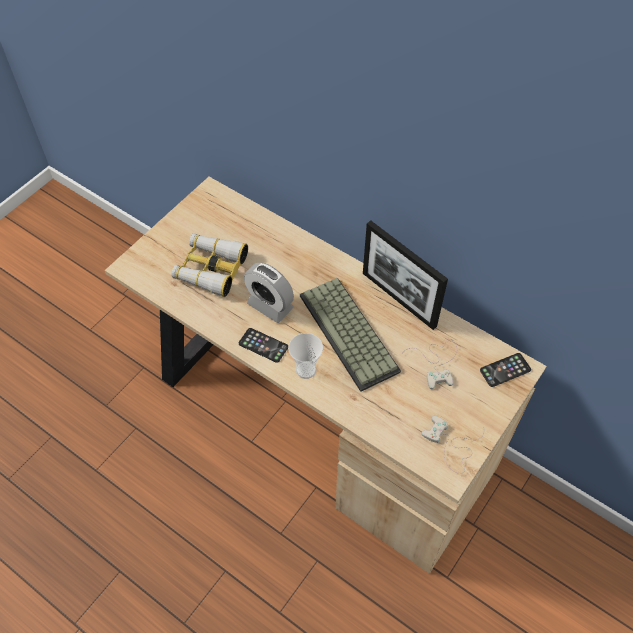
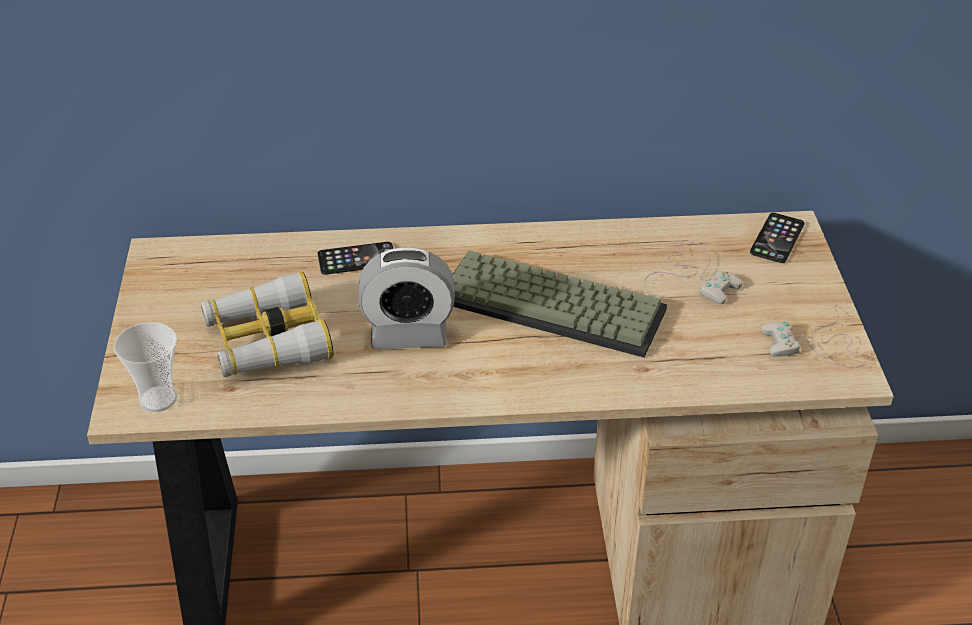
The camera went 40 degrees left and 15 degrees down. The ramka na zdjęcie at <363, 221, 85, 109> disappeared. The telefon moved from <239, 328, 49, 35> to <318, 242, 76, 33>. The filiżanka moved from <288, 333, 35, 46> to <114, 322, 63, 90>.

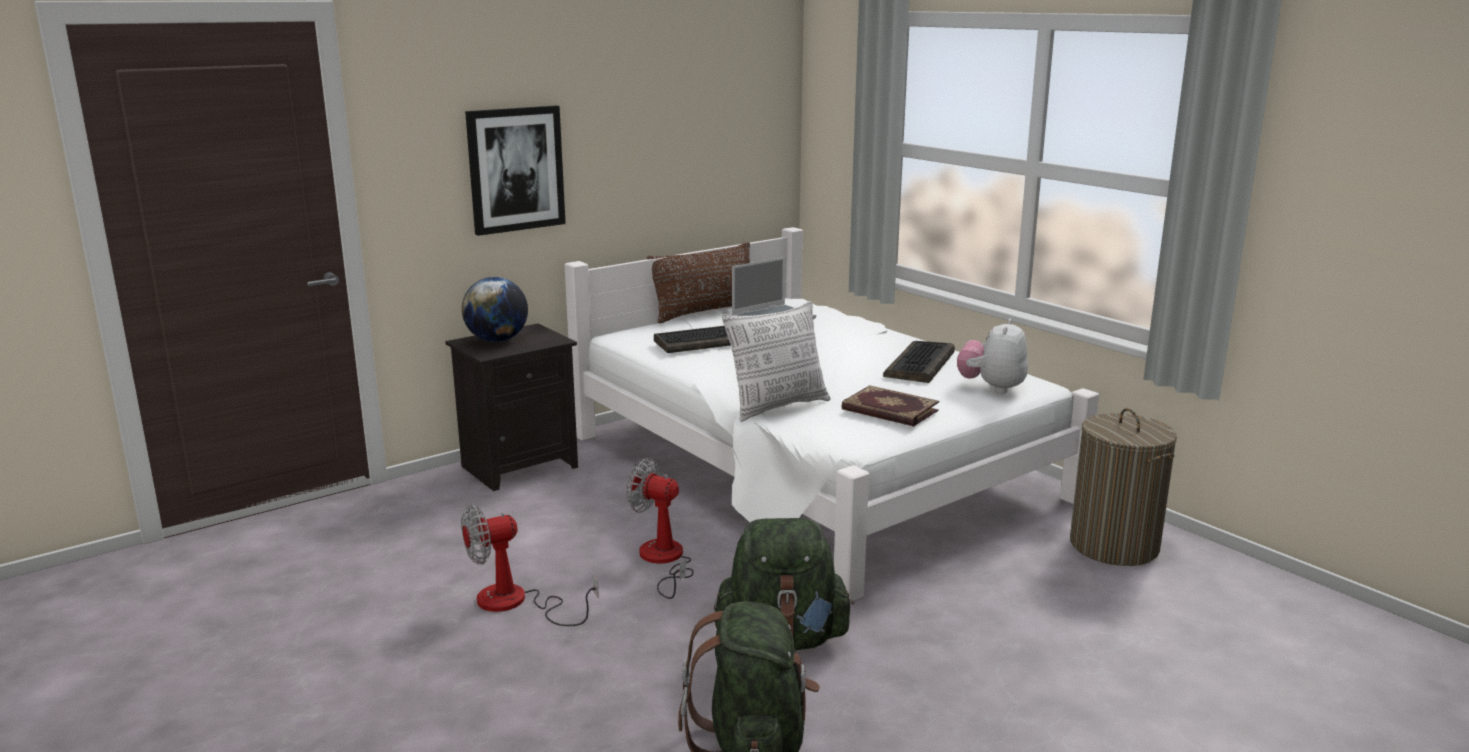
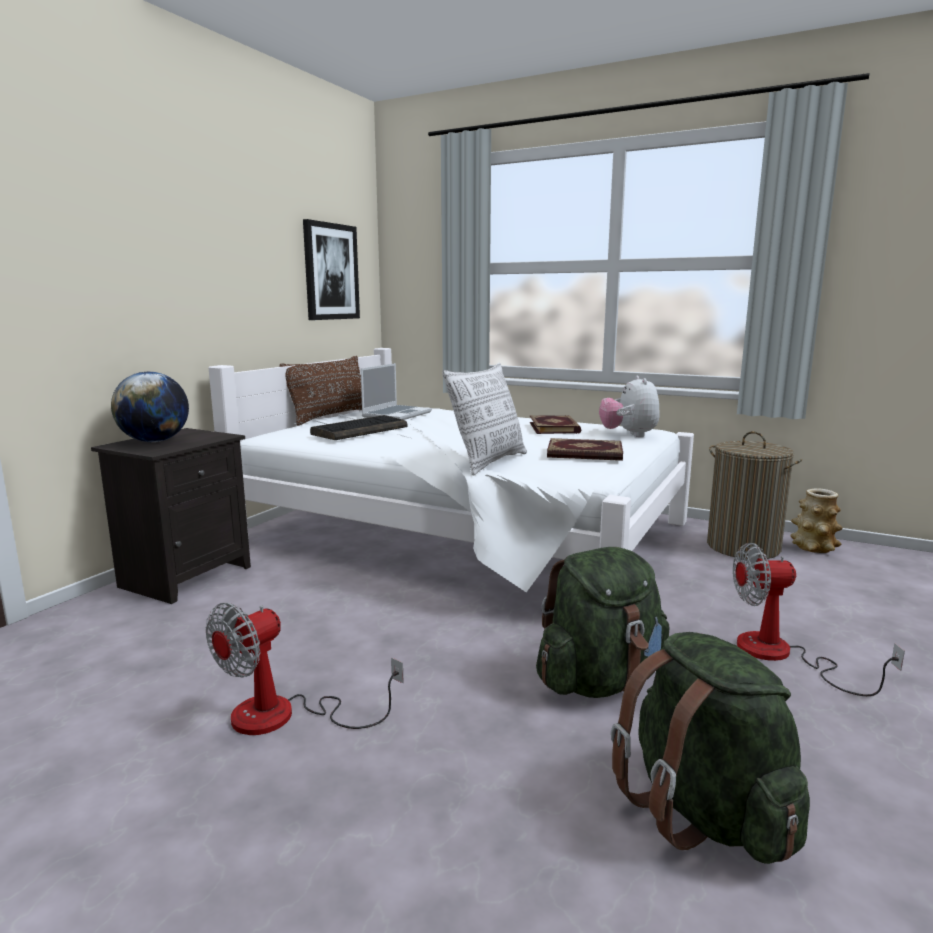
The camera went 25 degrees left and 5 degrees down. The wazon at <791, 489, 51, 64> appeared. The obraz moved from <465, 105, 101, 131> to <303, 219, 57, 101>. The wentylator moved from <626, 458, 68, 141> to <733, 543, 172, 153>. The klawiatura at <883, 341, 72, 42> was replaced by the książka at <530, 415, 51, 19>.

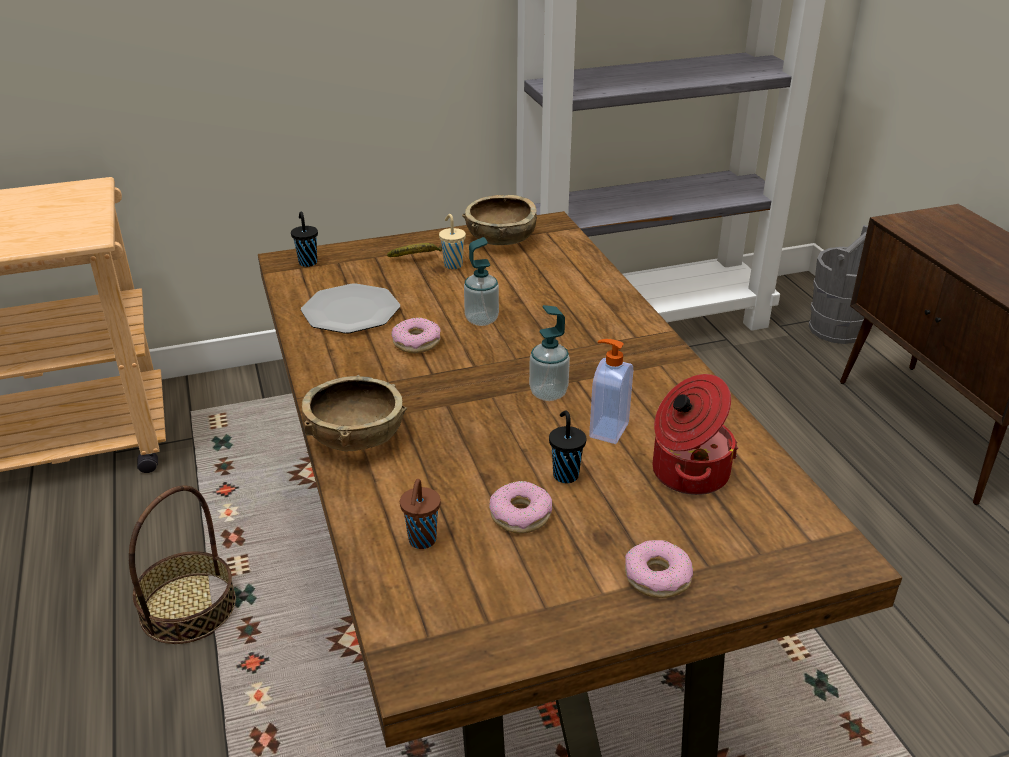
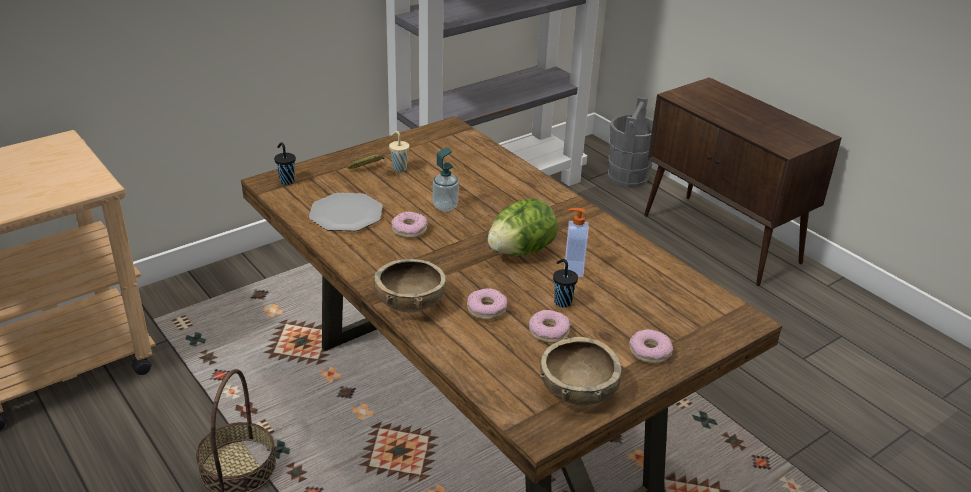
The camera went 20 degrees left and 0 degrees up. The filiżanka/brązowy at <400, 479, 41, 70> disappeared. The garnek at <653, 374, 85, 121> disappeared. The donut at <467, 288, 40, 32> appeared. The miska/brązowy moved from <462, 195, 75, 50> to <540, 337, 81, 69>. The dozownik mydła at <529, 305, 41, 96> was replaced by the sałata at <488, 199, 70, 57>.

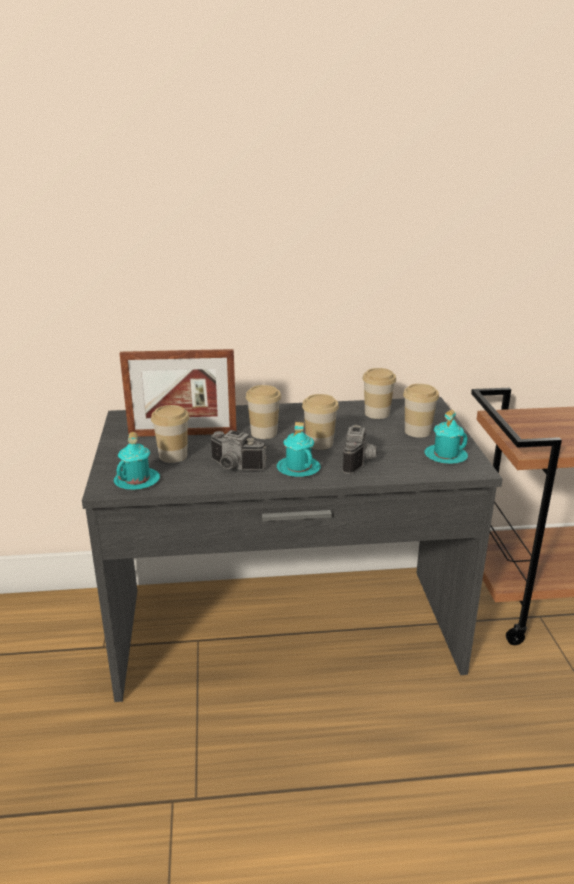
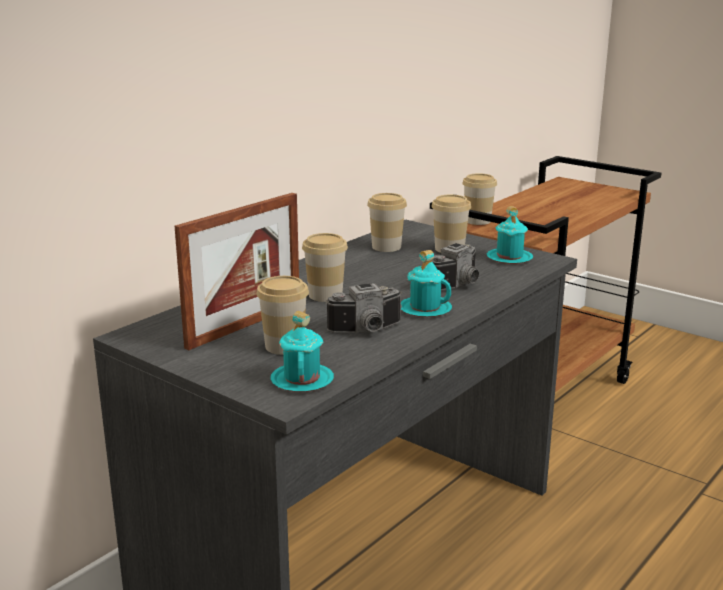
The camera went 45 degrees left and 5 degrees down. The filiżanka moved from <302, 394, 37, 56> to <462, 173, 35, 52>. The aparat fotograficzny at <342, 425, 35, 49> turned 75 degrees clockwise.

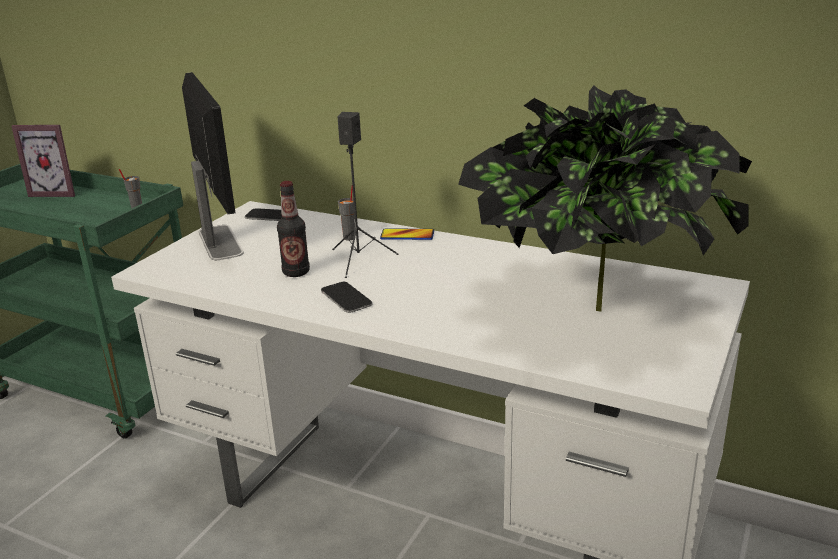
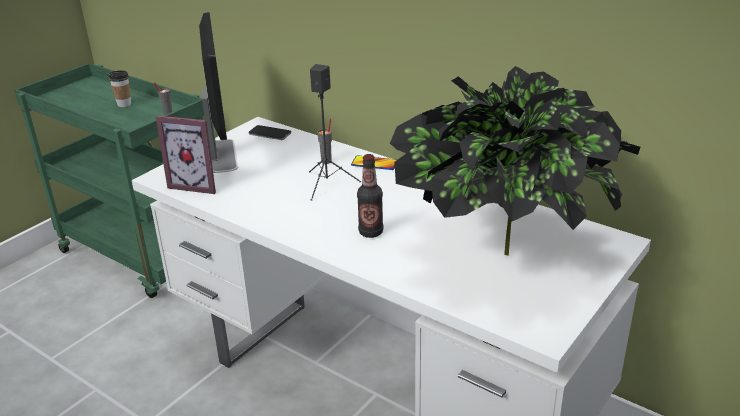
The camera went 10 degrees right and 5 degrees up. The telefon at <321, 282, 52, 31> disappeared. The filiżanka at <109, 70, 22, 37> appeared. The ramka na zdjęcie moved from <11, 125, 64, 72> to <156, 115, 60, 79>. The butelka moved from <277, 181, 33, 96> to <357, 154, 26, 84>.

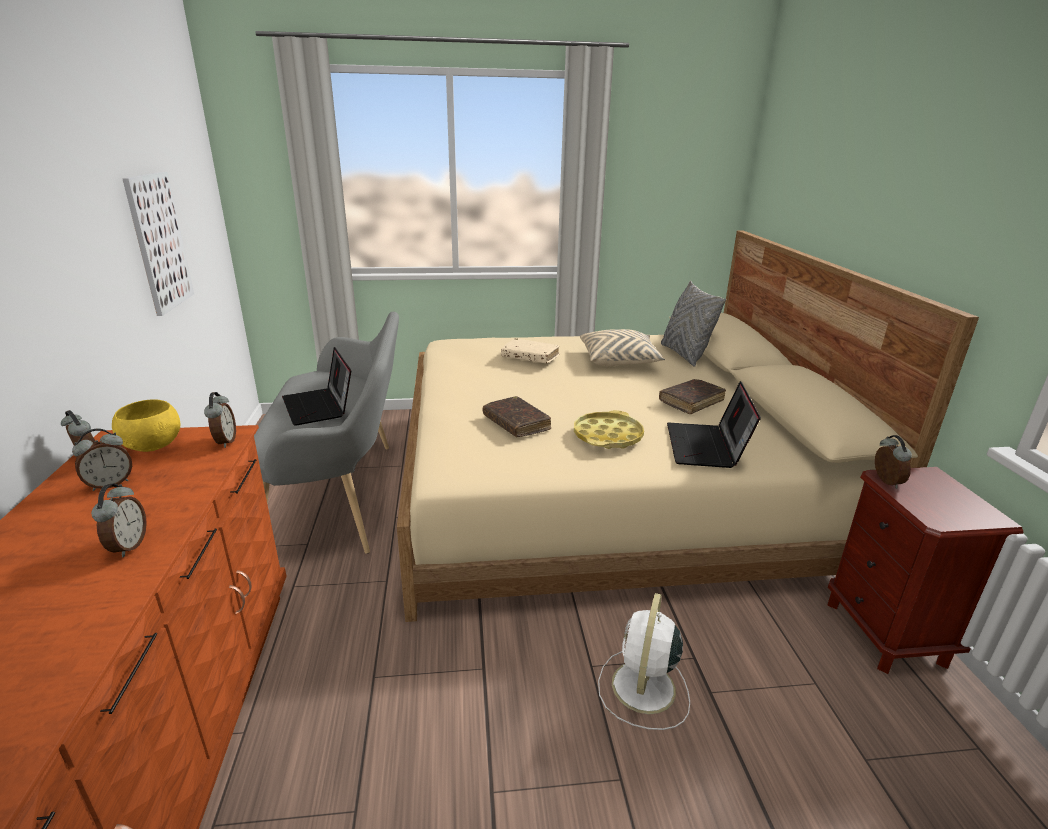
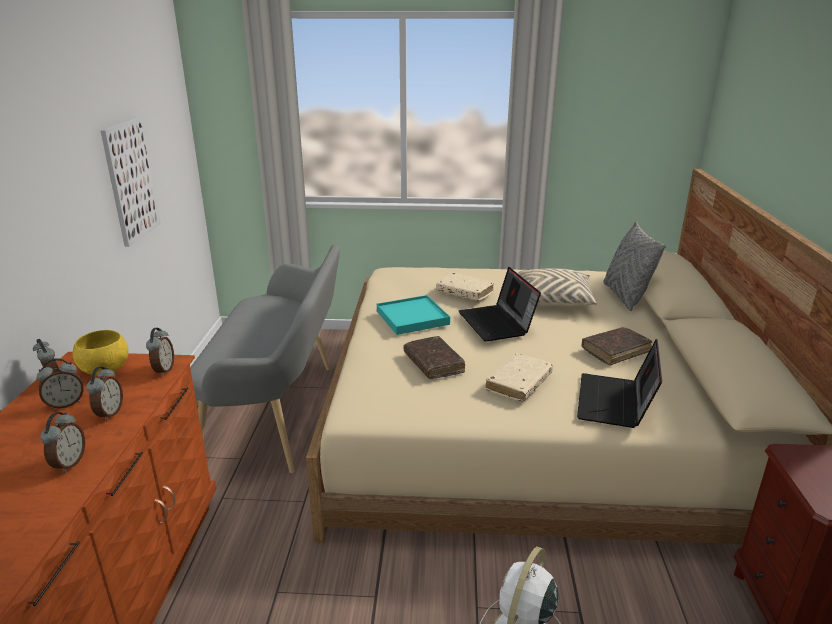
The camera went 10 degrees right and 0 degrees up. The taca/turkusowy at <377, 295, 73, 40> appeared. The laptop moved from <282, 347, 69, 79> to <459, 267, 82, 74>. The budzik moved from <875, 435, 37, 54> to <86, 367, 37, 54>. The taca/żółty at <574, 410, 70, 39> was replaced by the książka/beżowy at <486, 353, 67, 49>.

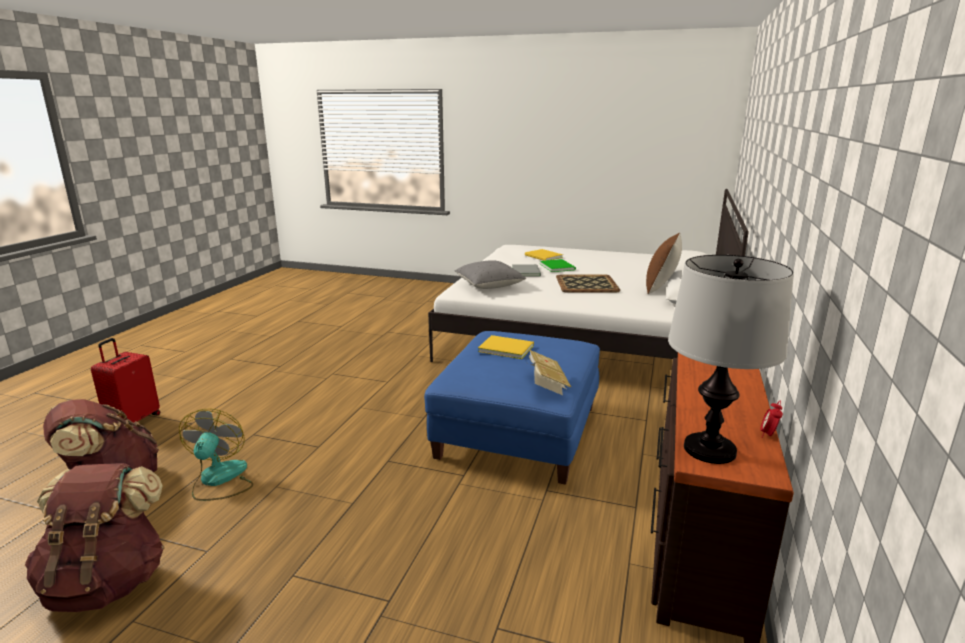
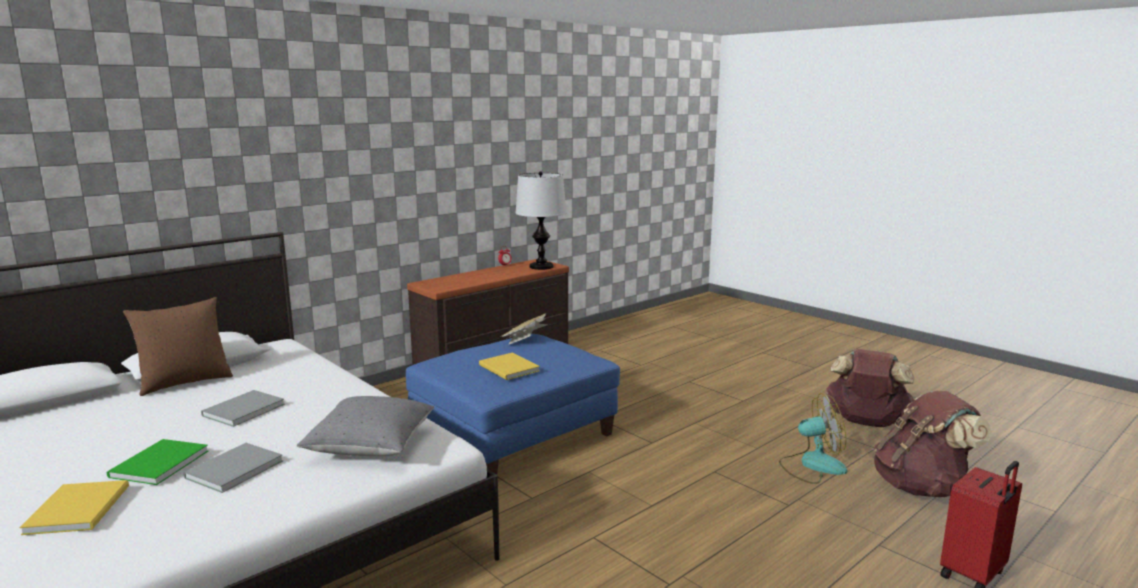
The camera went 150 degrees left and 5 degrees down. The taca at <556, 274, 64, 19> was replaced by the książka/szary at <201, 390, 84, 37>. The wentylator at <179, 408, 74, 93> turned 120 degrees counterclockwise.

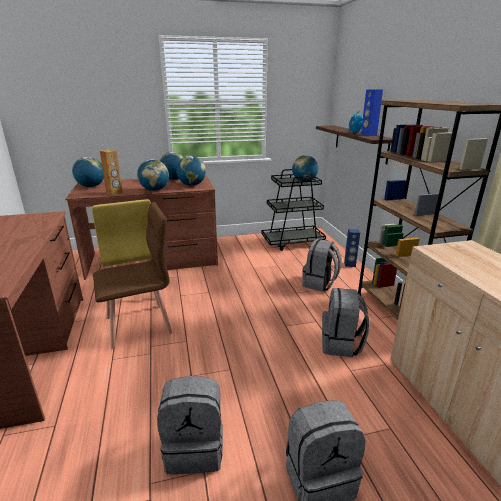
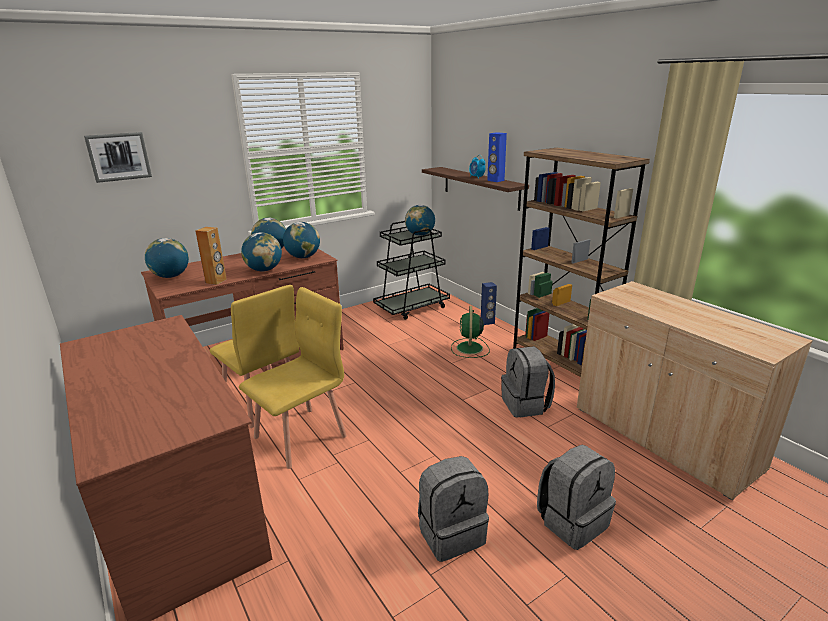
The camera went 20 degrees left and 0 degrees up. The obraz at <84, 132, 68, 51> appeared. The plecak/szary at <302, 239, 39, 53> was replaced by the wentylator/zielony at <451, 306, 39, 52>. The krzesło/brązowy at <93, 202, 79, 147> became the krzesło/żółty at <239, 287, 108, 182>.

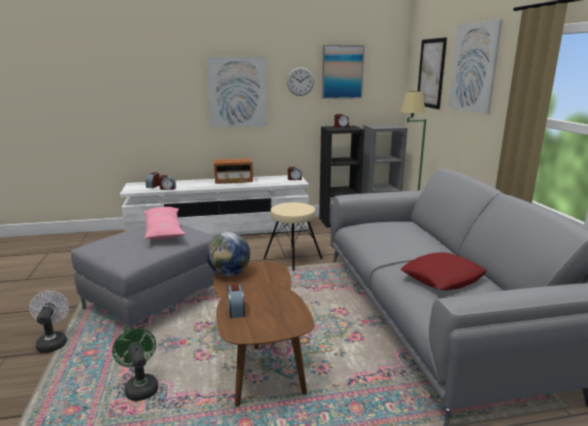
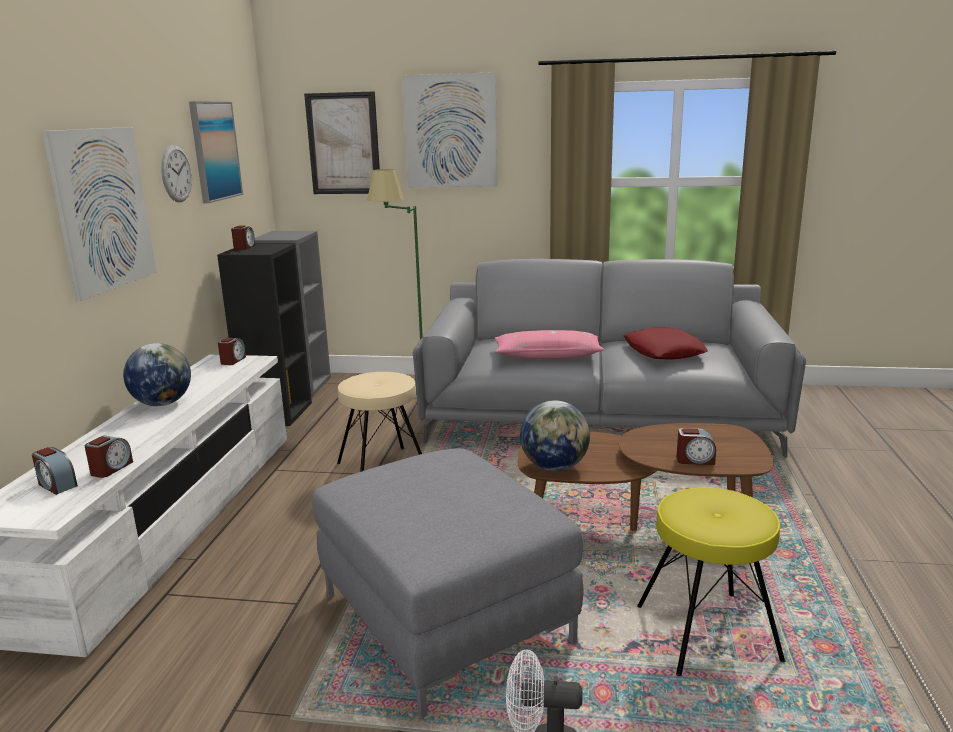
The camera went 70 degrees left and 0 degrees up. The poduszka/różowy moved from <143, 207, 42, 33> to <495, 330, 110, 29>. The wentylator/zielony at <112, 328, 46, 73> was replaced by the stołek/żółty at <637, 488, 148, 188>. The radio at <214, 158, 39, 26> was replaced by the globus at <123, 343, 68, 63>.

